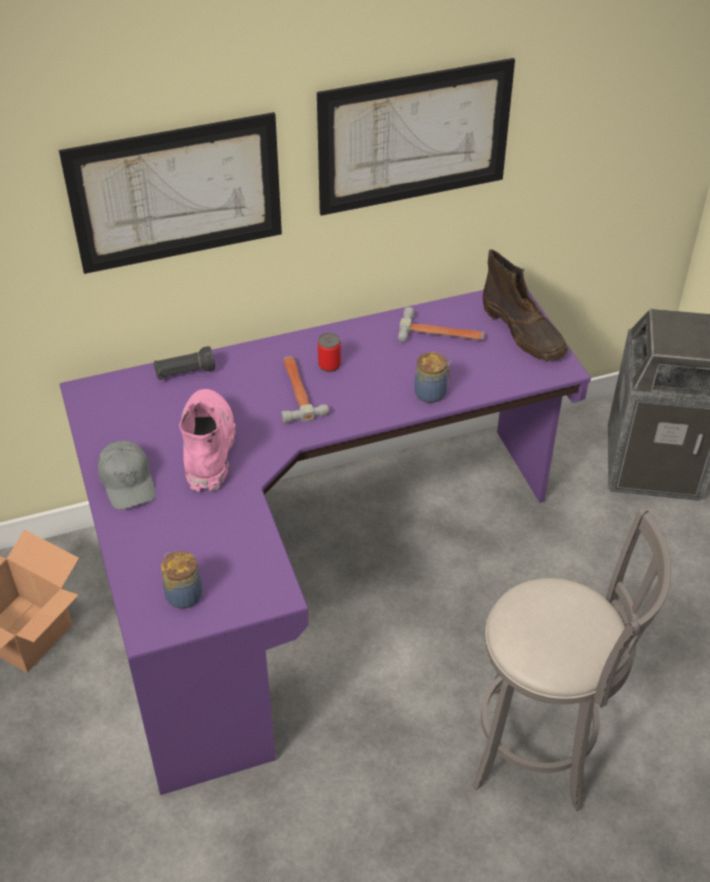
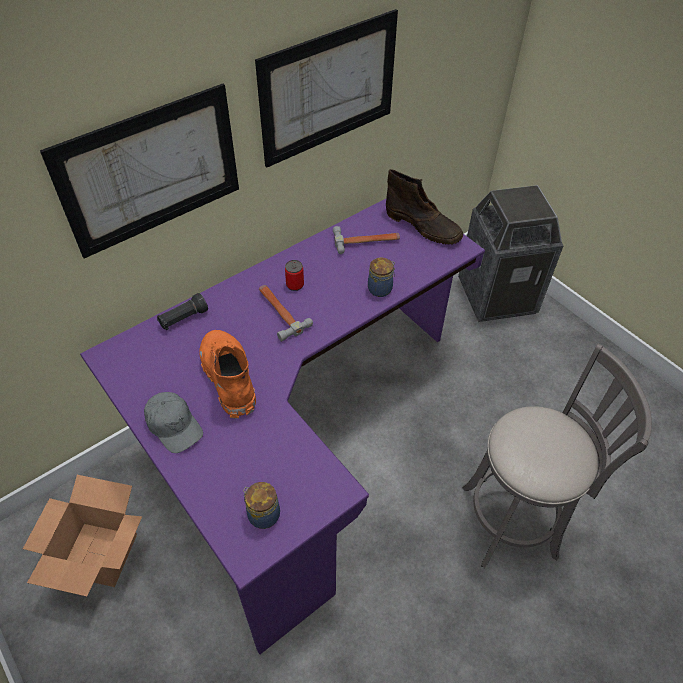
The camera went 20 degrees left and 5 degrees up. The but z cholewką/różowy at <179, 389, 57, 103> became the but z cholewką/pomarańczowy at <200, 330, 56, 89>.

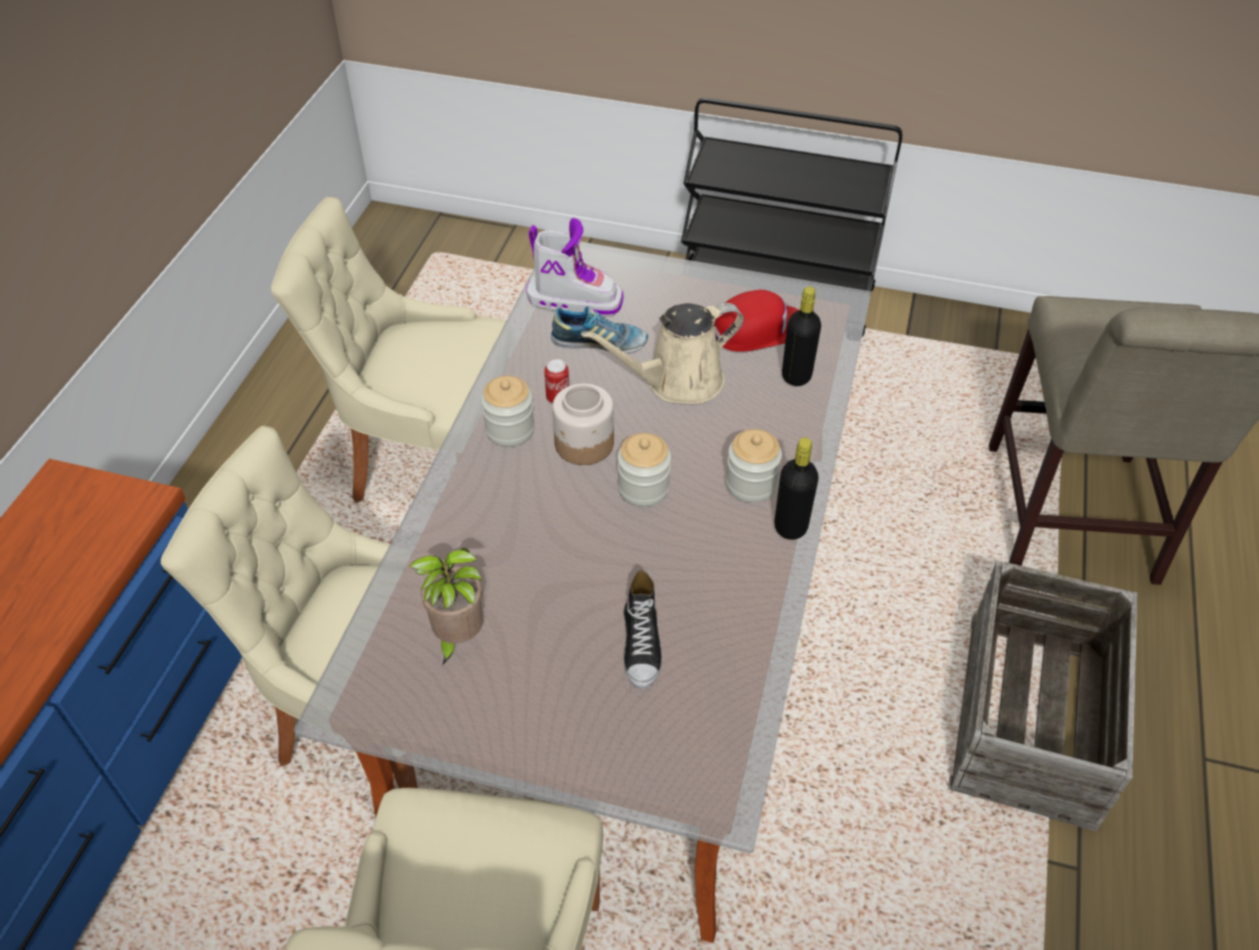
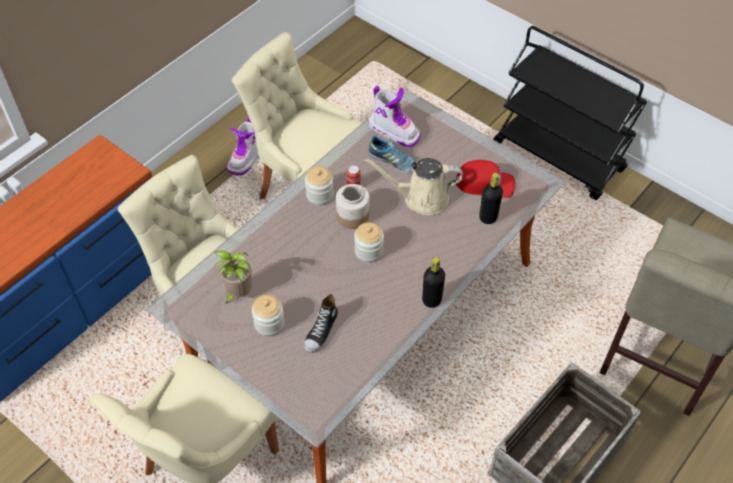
The camera went 25 degrees right and 5 degrees up. The but z cholewką at <226, 117, 33, 59> appeared. The słoik moved from <726, 429, 56, 74> to <252, 294, 33, 42>.

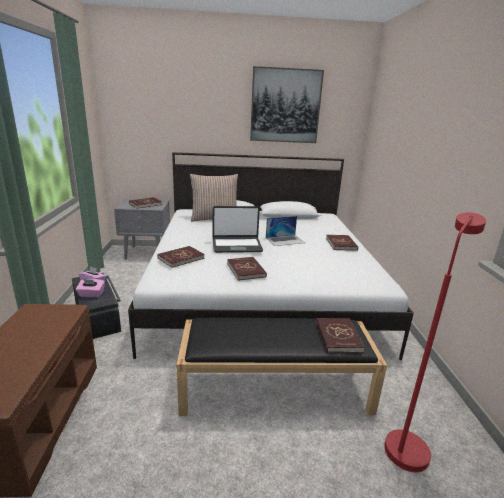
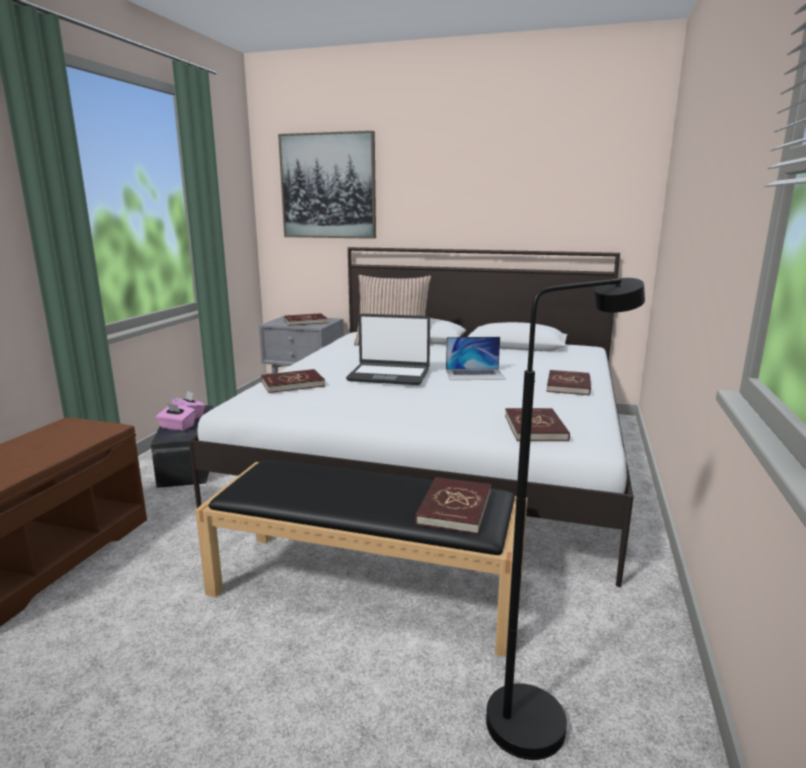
The camera went 20 degrees right and 5 degrees down. The książka/czerwony moved from <227, 257, 40, 24> to <505, 408, 65, 33>. The obraz moved from <250, 66, 74, 77> to <278, 131, 98, 108>. The lampa stojąca/czerwony at <384, 212, 102, 260> became the lampa stojąca/czarny at <486, 278, 159, 482>.

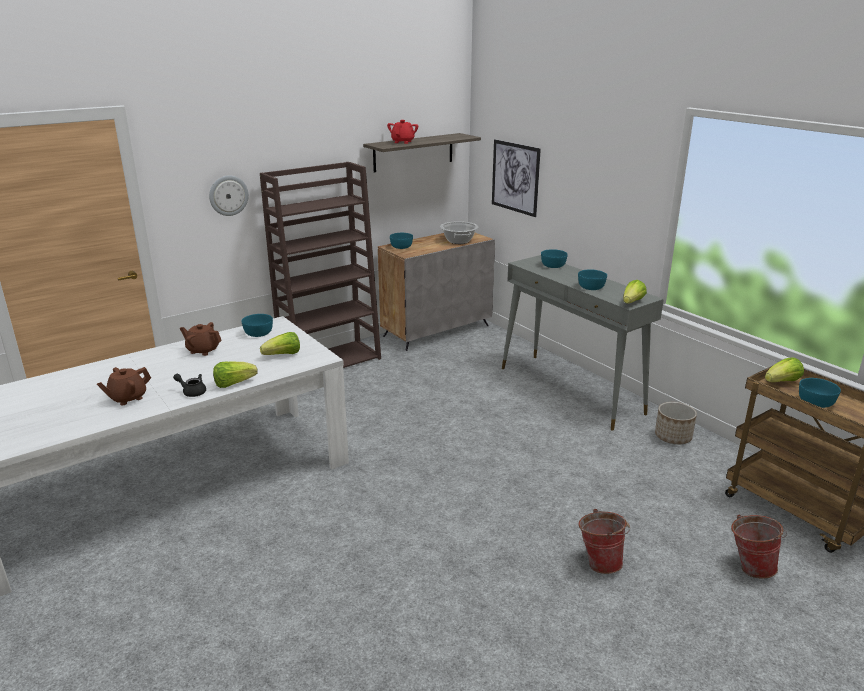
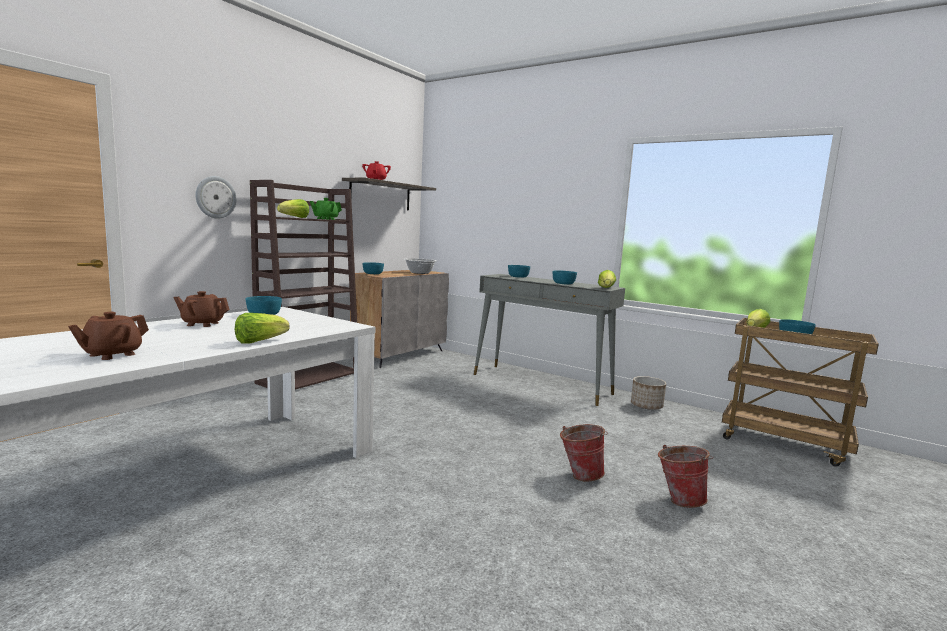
The camera went 20 degrees left and 15 degrees down. The imbryk/czarny at <173, 374, 33, 23> disappeared. The obraz at <492, 140, 49, 77> disappeared. The imbryk/zielony at <310, 198, 32, 22> appeared. The sałata moved from <260, 332, 40, 23> to <277, 199, 32, 19>. The wiadro moved from <731, 514, 56, 65> to <560, 424, 48, 58>.

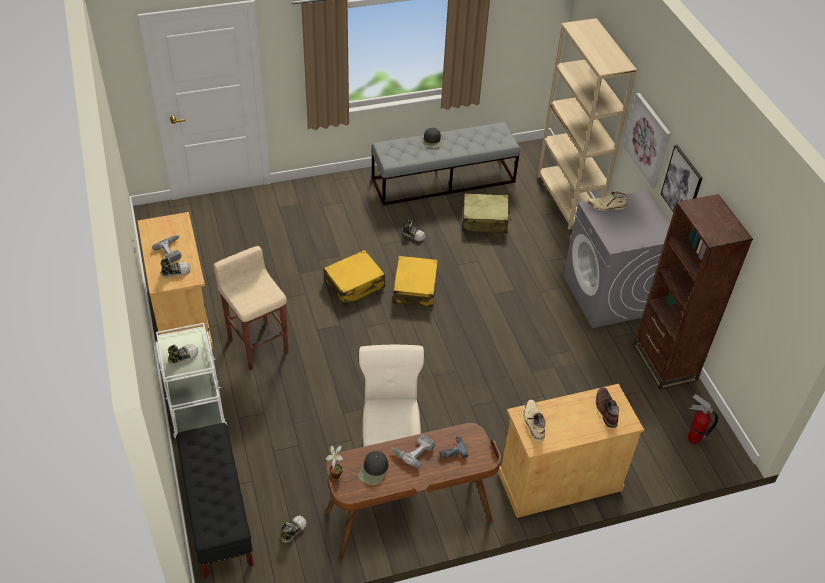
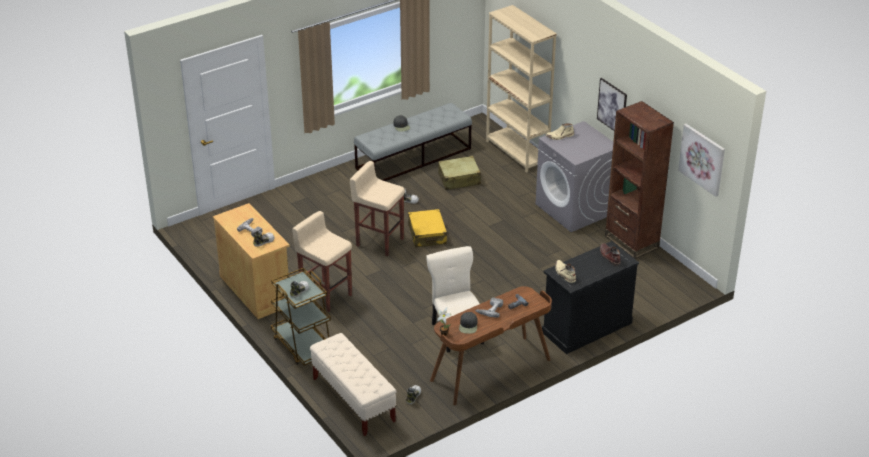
The camera went 15 degrees left and 10 degrees down. The gaśnica at <688, 394, 30, 50> disappeared. The obraz moved from <624, 93, 47, 95> to <678, 124, 47, 73>. The walizka/żółty at <324, 250, 61, 56> was replaced by the stołek/beżowy at <350, 161, 55, 95>. The wózek/biały at <155, 323, 72, 115> became the wózek/brązowy at <271, 268, 60, 98>. The ławka/czarny at <176, 423, 78, 155> became the ławka/beżowy at <310, 333, 87, 103>. The szafka/beżowy at <498, 384, 146, 134> became the szafka/czarny at <542, 241, 97, 113>.

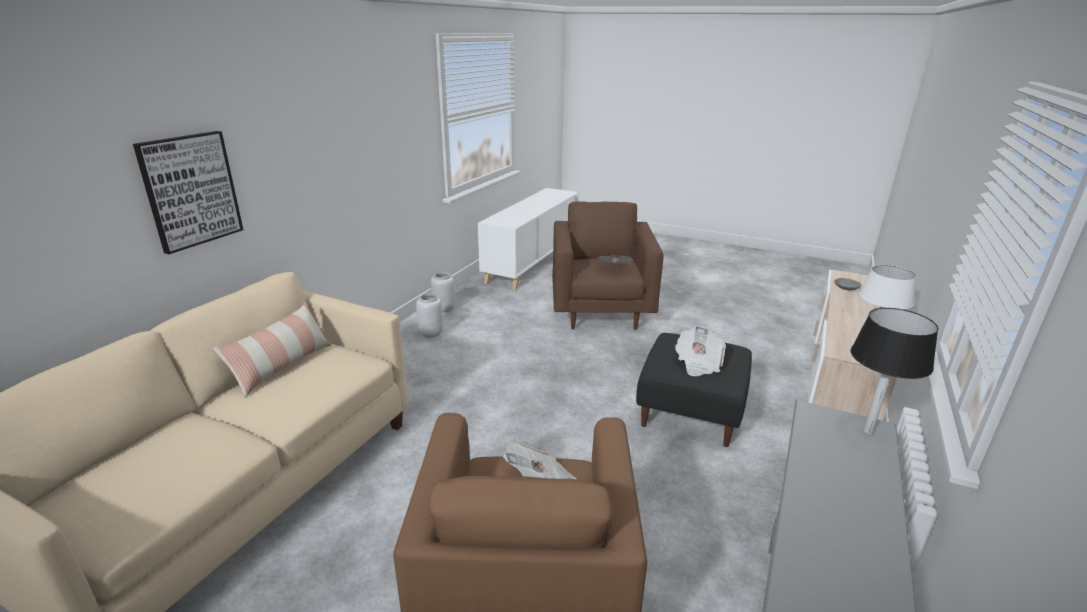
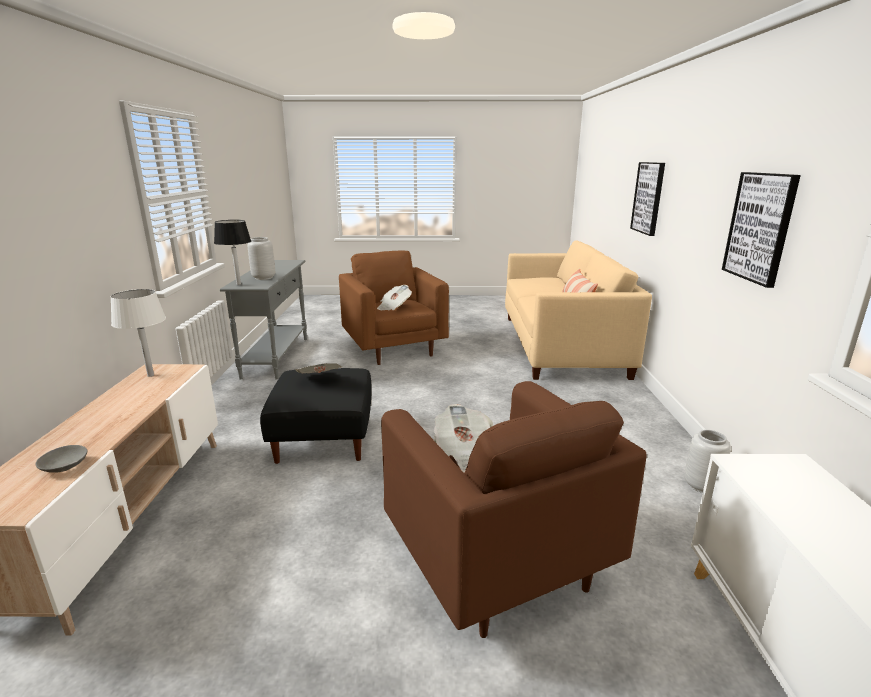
The camera went 155 degrees right and 5 degrees down. The obraz at <722, 172, 79, 116> appeared. The wazon/szary moved from <416, 293, 27, 45> to <248, 237, 27, 43>.

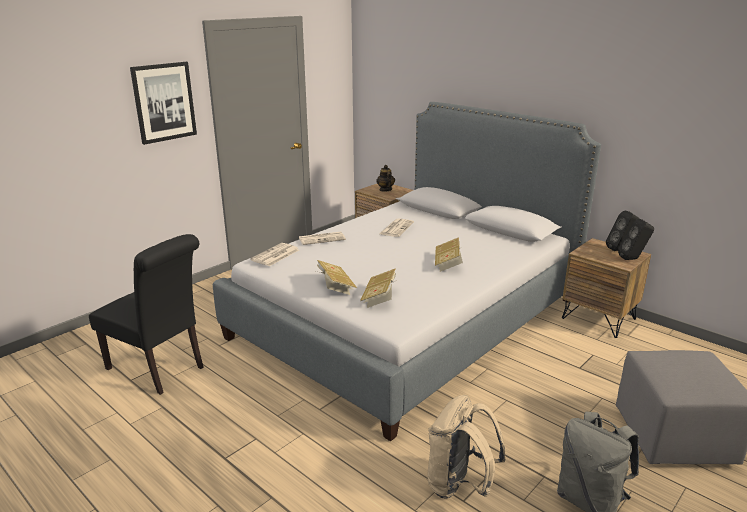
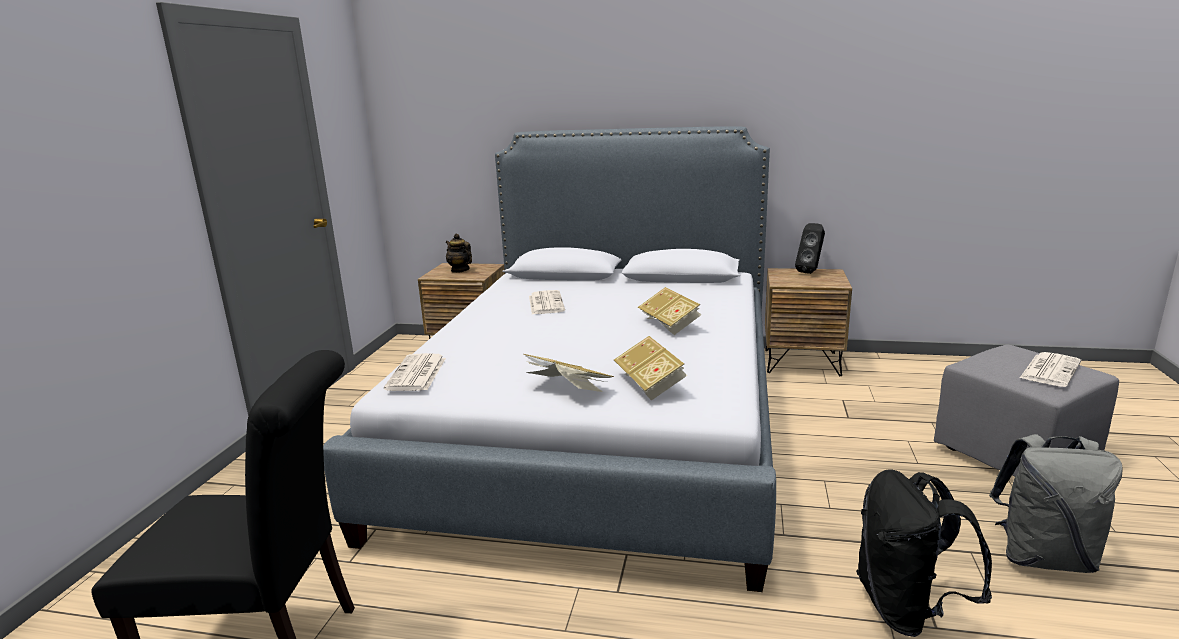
The camera went 30 degrees left and 5 degrees down. The obraz at <130, 62, 67, 83> disappeared. The głośnik/czarny at <618, 219, 36, 41> disappeared. The gazeta moved from <299, 232, 47, 13> to <1020, 352, 61, 35>. The plecak/beżowy at <427, 395, 79, 104> became the plecak/czarny at <856, 470, 136, 167>.

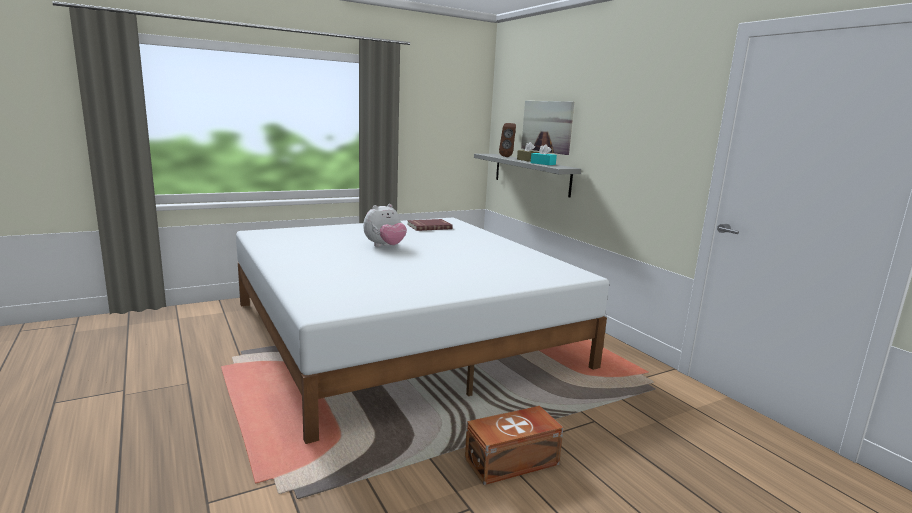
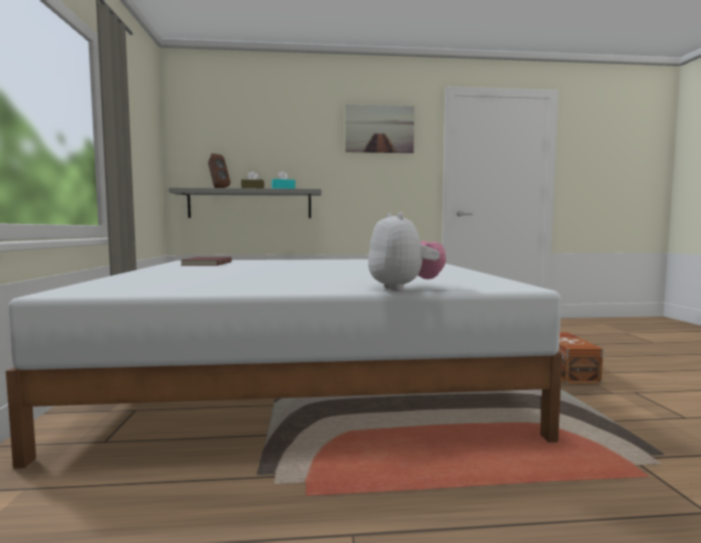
The camera went 65 degrees left and 10 degrees down. The pluszak moved from <363, 204, 44, 43> to <368, 212, 78, 79>. The obraz moved from <521, 101, 53, 54> to <345, 104, 69, 49>.

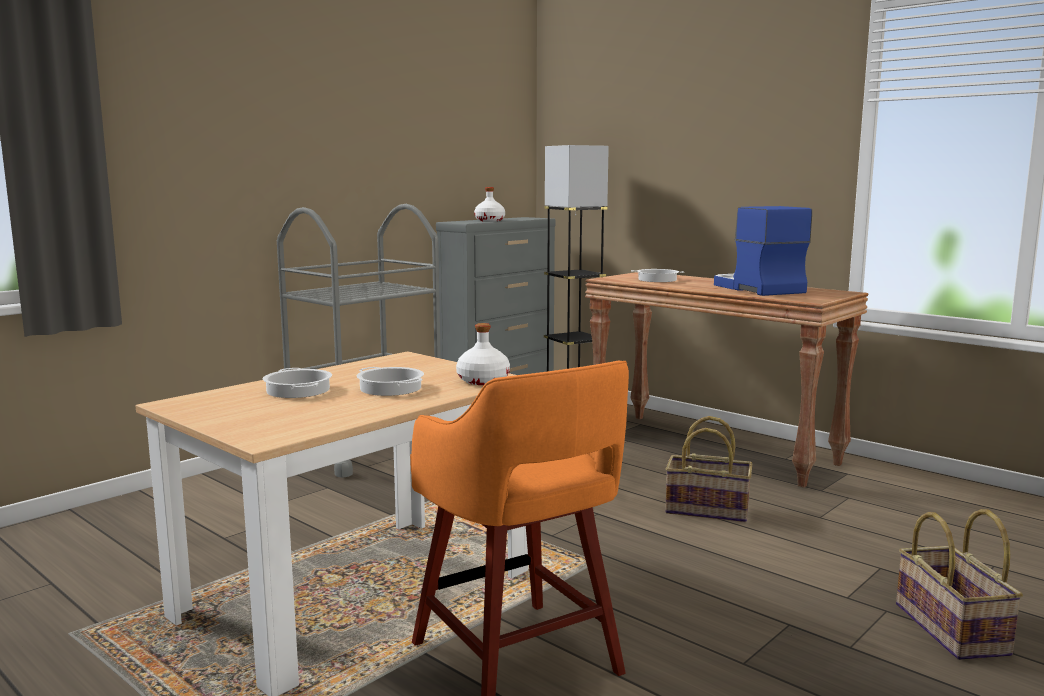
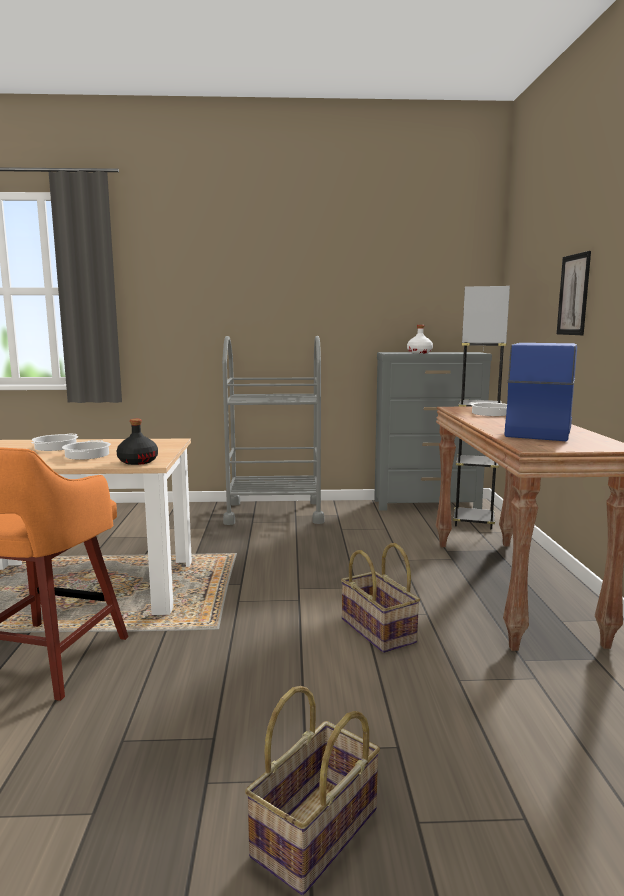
The camera went 45 degrees right and 0 degrees up. The obraz at <556, 251, 35, 84> appeared. The butelka/biały at <456, 323, 54, 62> became the butelka/czarny at <117, 419, 41, 46>.

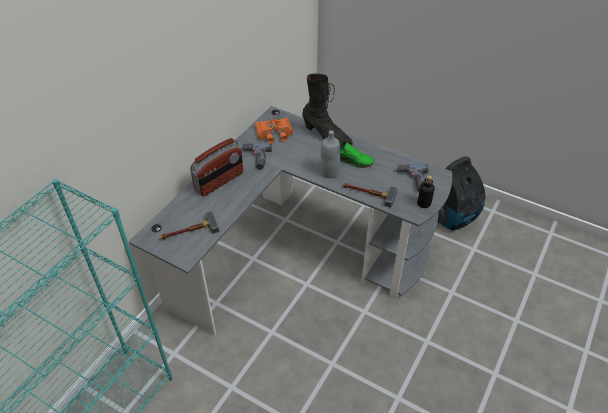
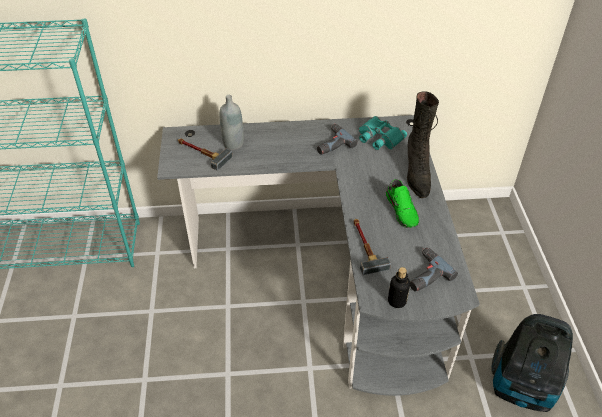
The camera went 55 degrees right and 0 degrees up. The radio at <190, 138, 53, 59> disappeared. The butelka/szary moved from <320, 130, 20, 48> to <220, 95, 24, 55>. The lornetka/pomarańczowy at <255, 118, 38, 25> became the lornetka/turkusowy at <359, 116, 48, 34>.

